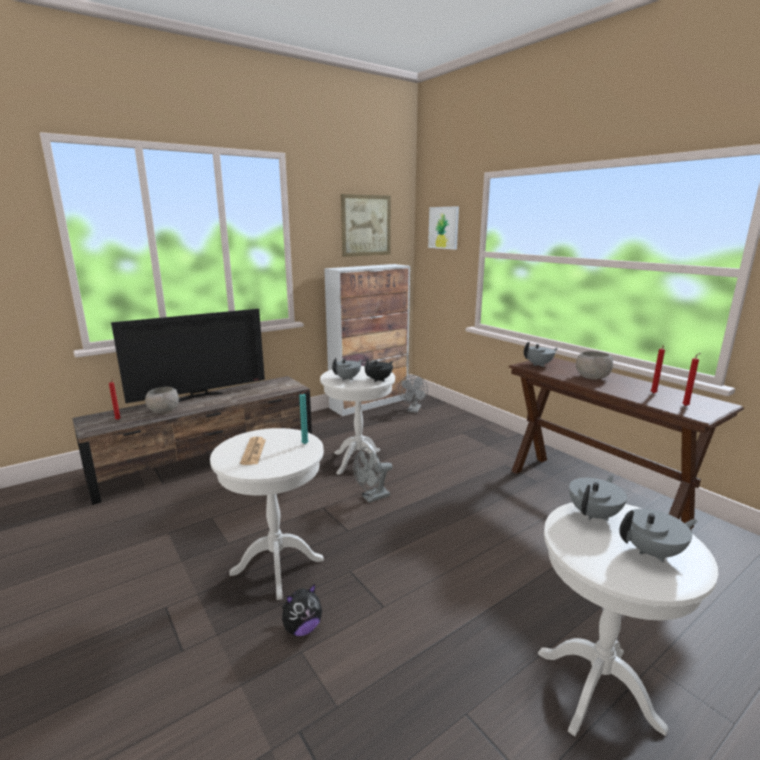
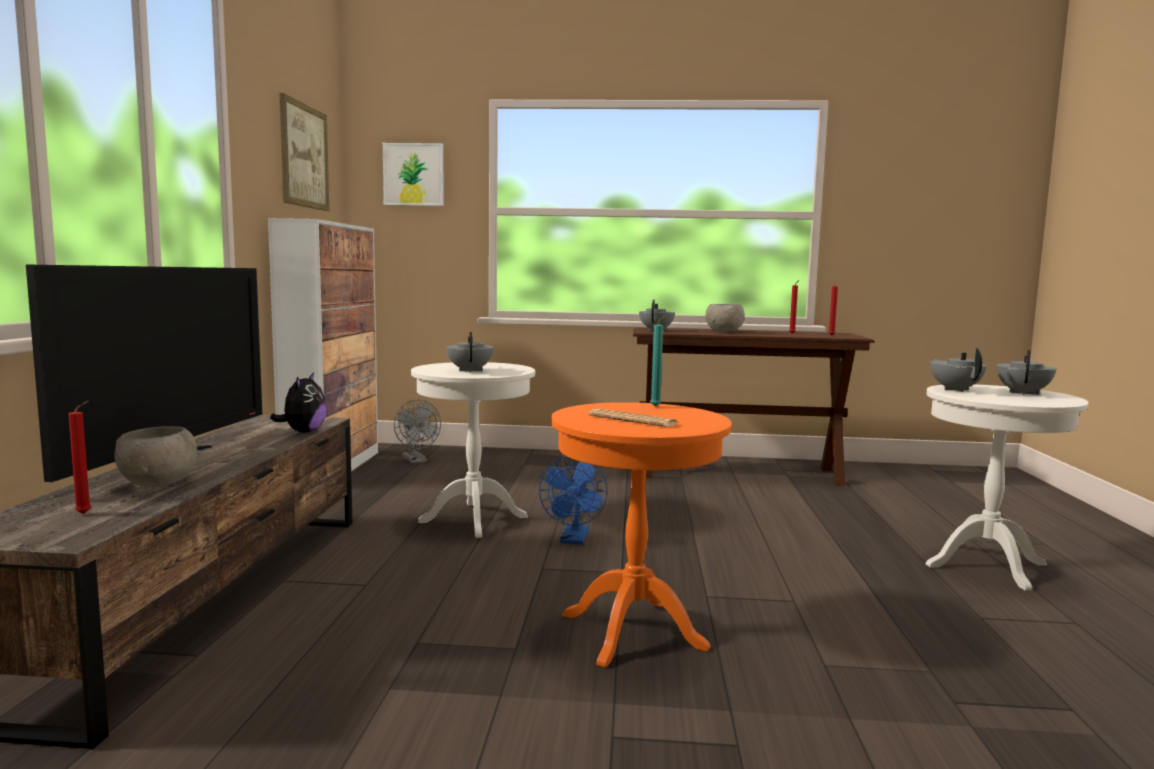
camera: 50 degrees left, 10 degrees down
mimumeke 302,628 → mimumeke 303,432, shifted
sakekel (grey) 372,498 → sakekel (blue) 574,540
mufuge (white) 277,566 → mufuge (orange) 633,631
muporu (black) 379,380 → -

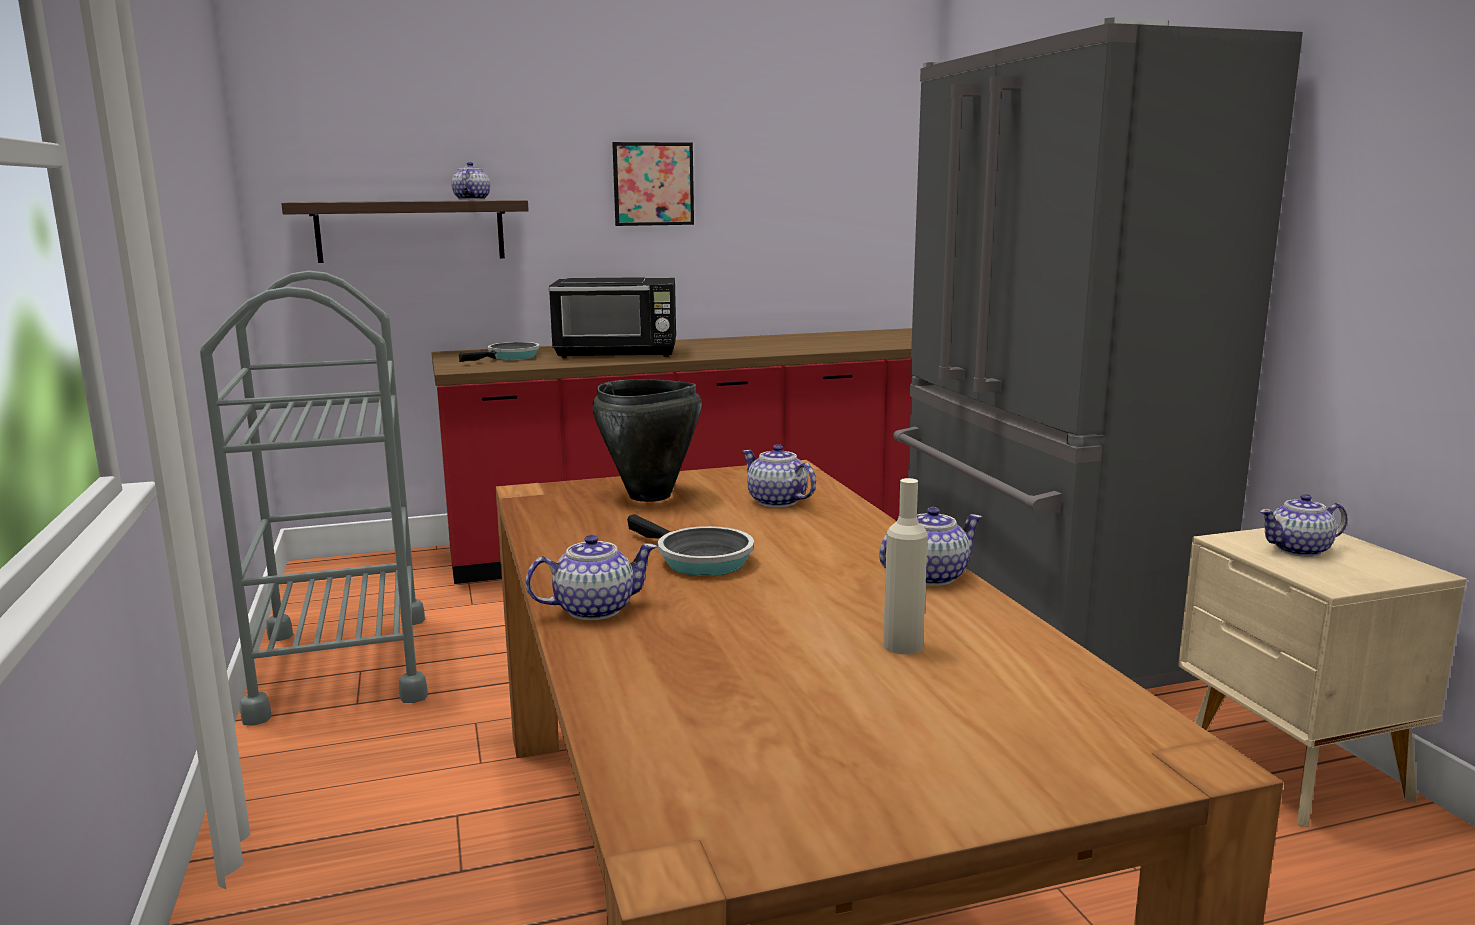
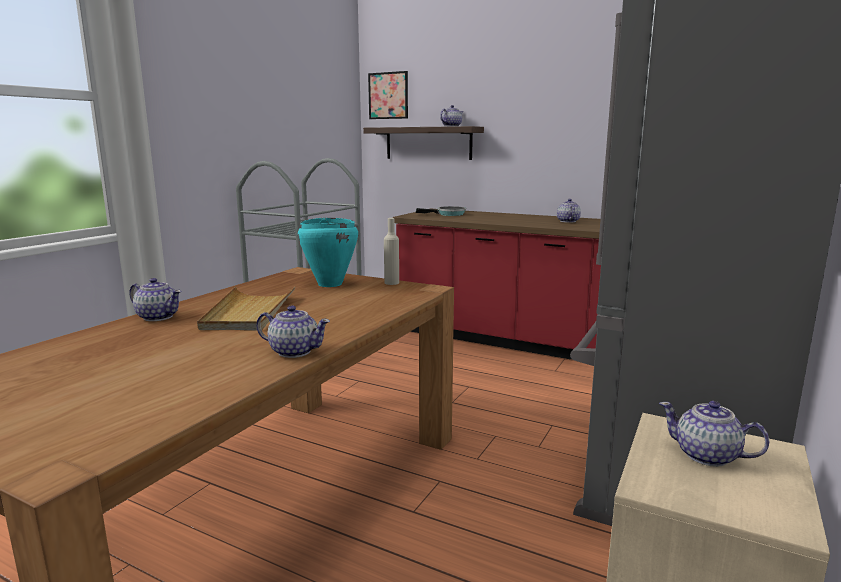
camera: 45 degrees right, 0 degrees up
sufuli 698,560 → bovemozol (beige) 249,312
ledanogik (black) 650,496 → ledanogik (turquoise) 329,284
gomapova 653,184 → gomapova 388,95, shifted
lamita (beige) 903,646 → lamita (beige) 391,283, shifted
muporu 777,502 → muporu 567,221, shifted
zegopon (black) 618,353 → -

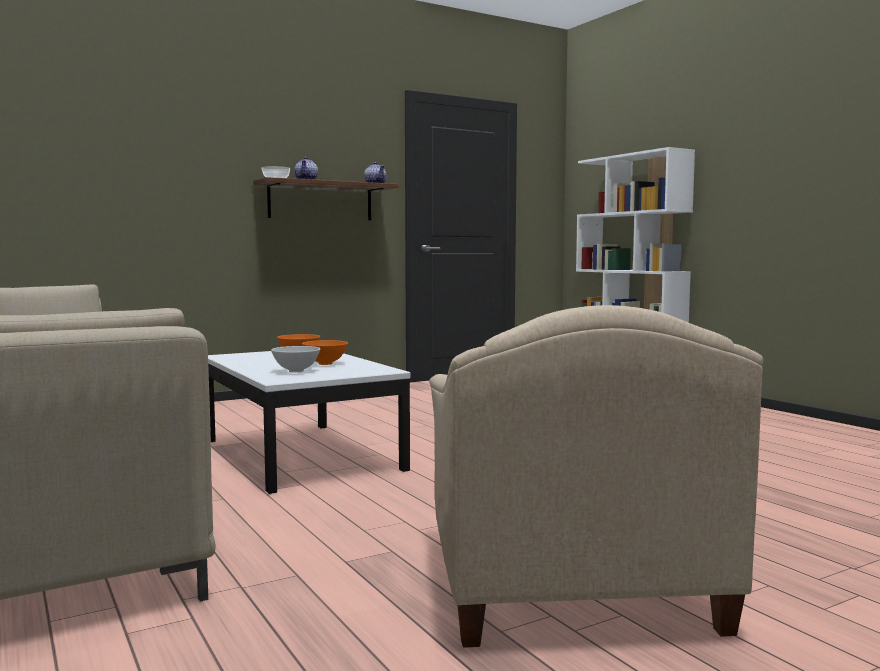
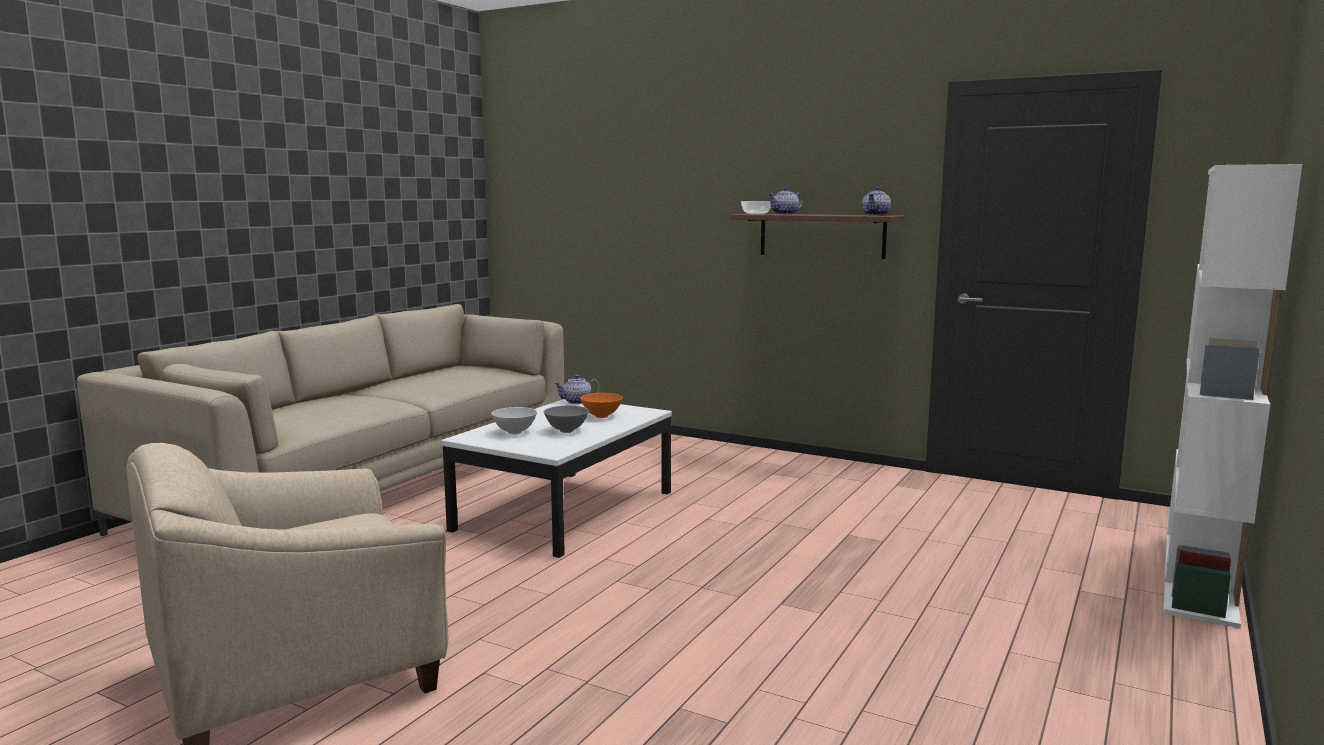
camera: 60 degrees right, 5 degrees up
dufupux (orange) 325,364 → dufupux (grey) 566,431
- → muporu 577,402

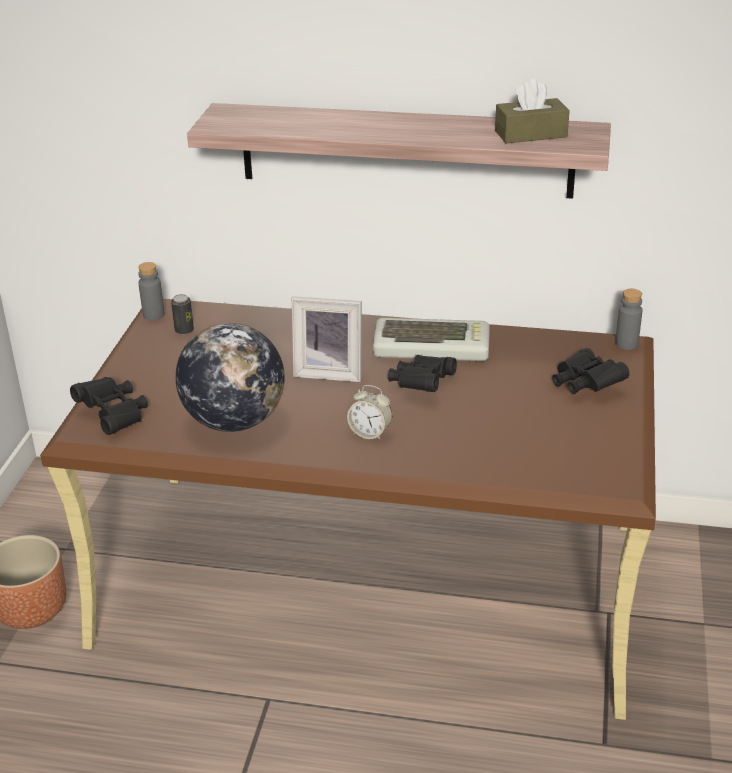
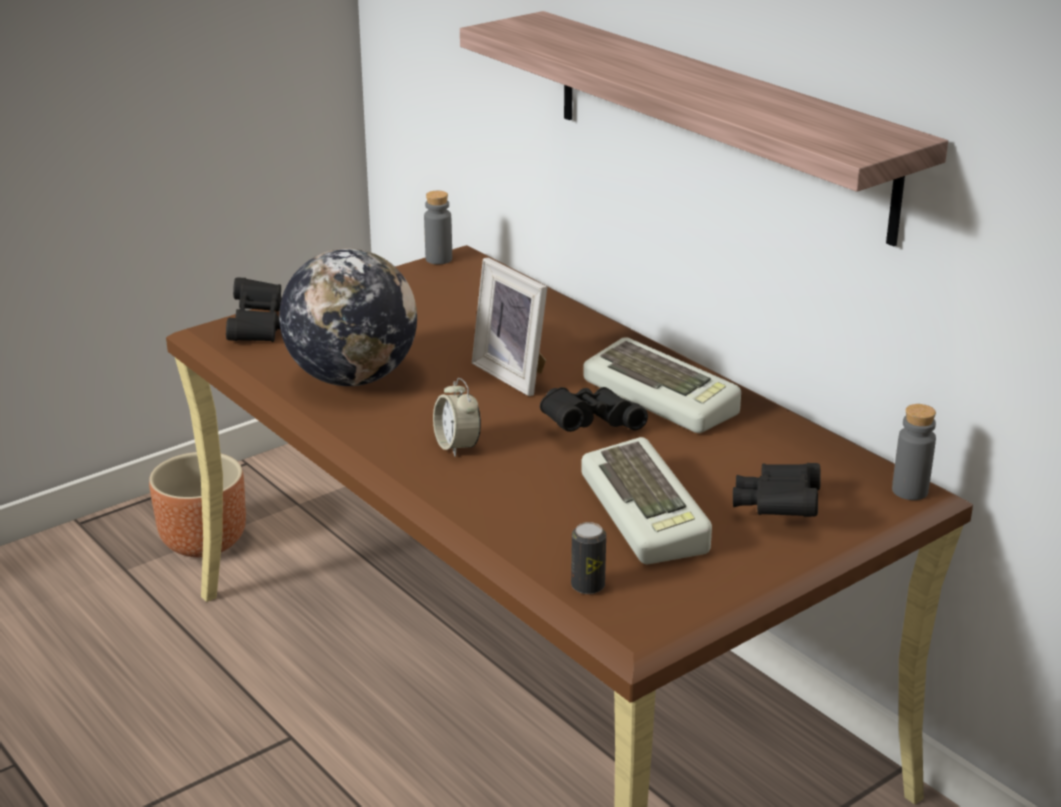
camera: 40 degrees right, 5 degrees down
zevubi 184,330 → zevubi 588,586, shifted
- → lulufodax 648,513
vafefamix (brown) 531,134 → -

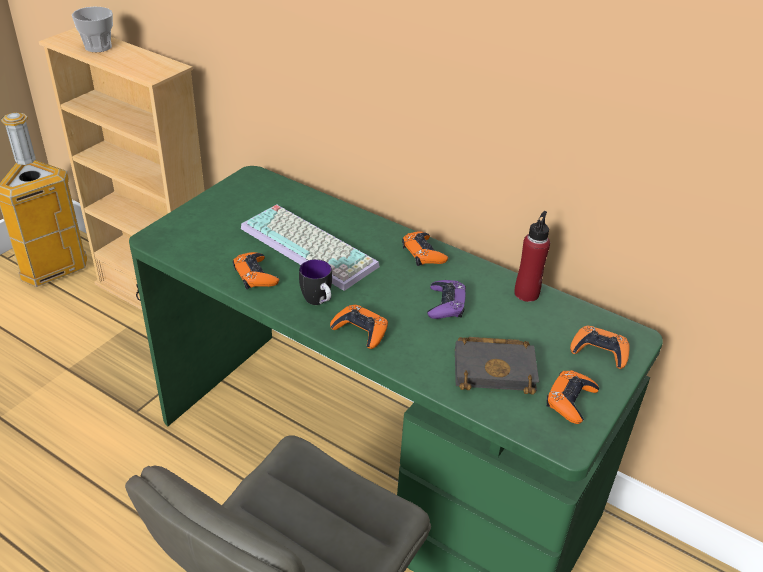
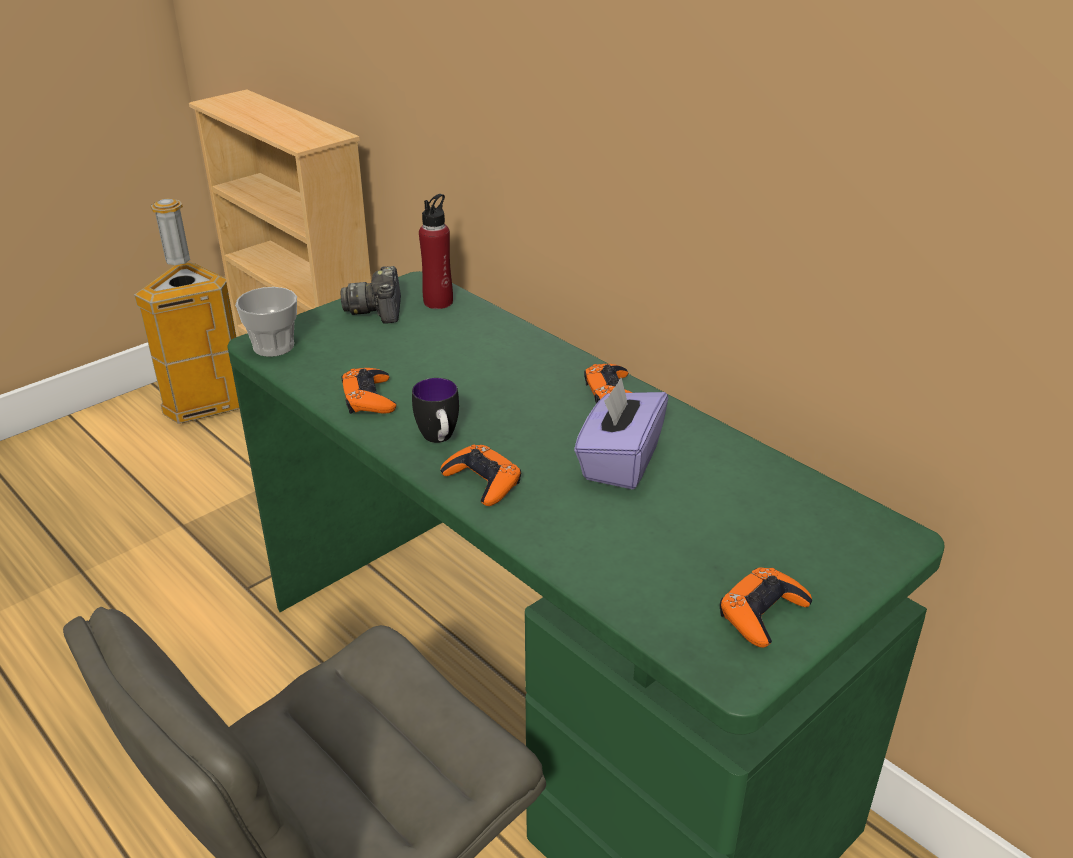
camera: 15 degrees right, 5 degrees down
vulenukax 98,47 → vulenukax 273,346, shifted
- → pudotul 378,310
lamita (red) 526,293 → lamita (red) 438,302, shifted
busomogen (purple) 446,304 → vafefamix (purple) 619,461
lulufodax 311,247 → -
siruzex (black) 496,369 → -
busomogen (orange) 599,351 → -

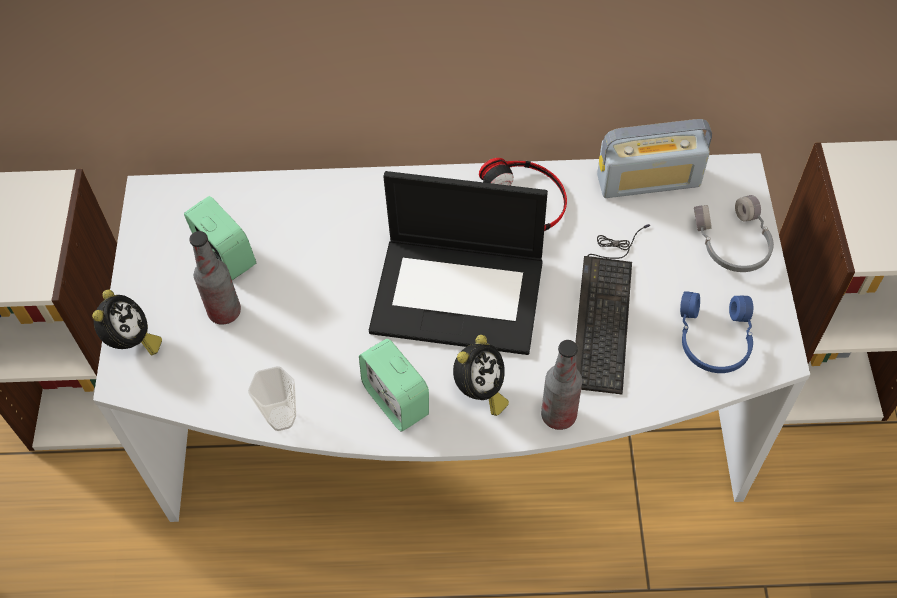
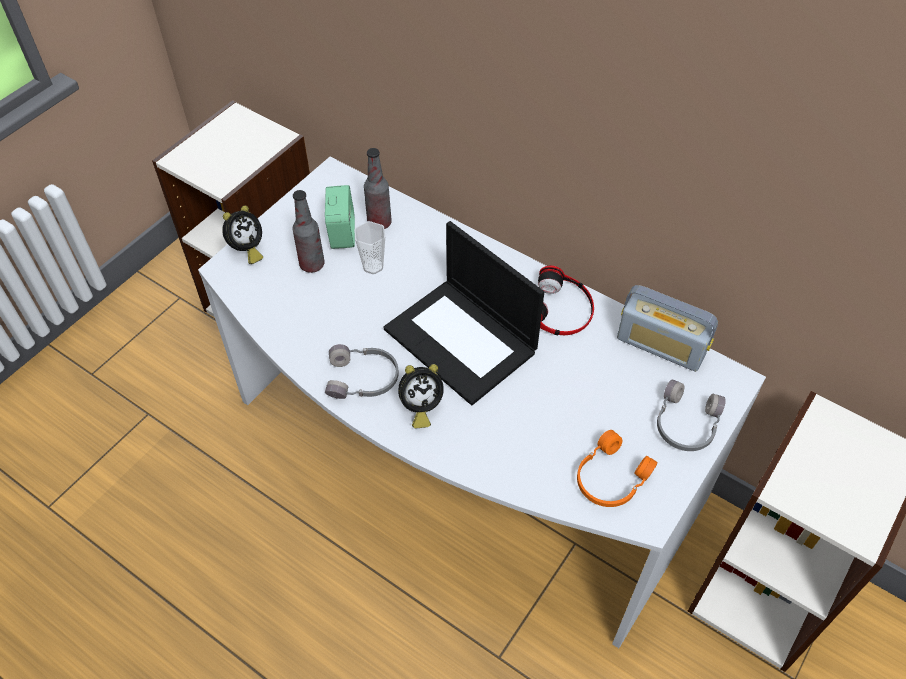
camera: 35 degrees right, 5 degrees down
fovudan 396,400 → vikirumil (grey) 363,379
vulenukax 281,418 → vulenukax 373,266, shifted
lamita 558,415 → lamita 379,223, shifted
vikirumil (blue) 713,339 → vikirumil (orange) 610,477
lulufodax 606,307 → -

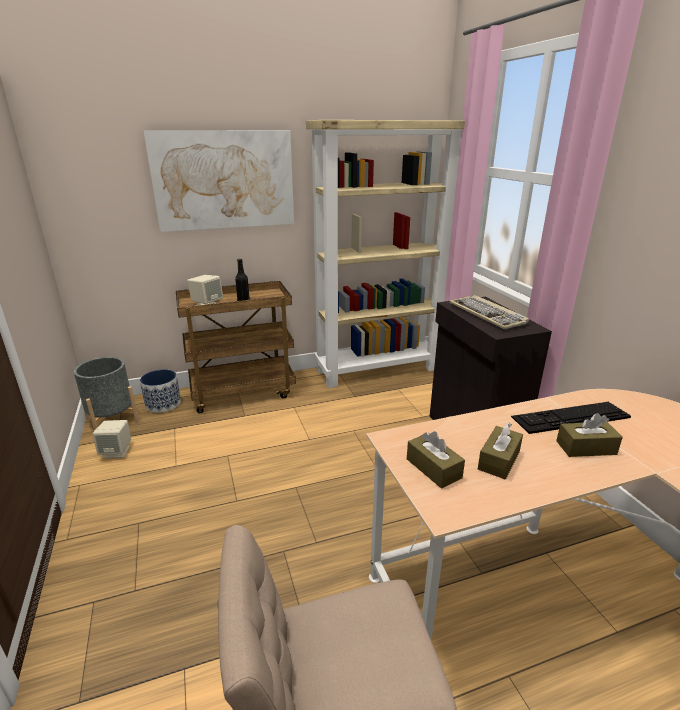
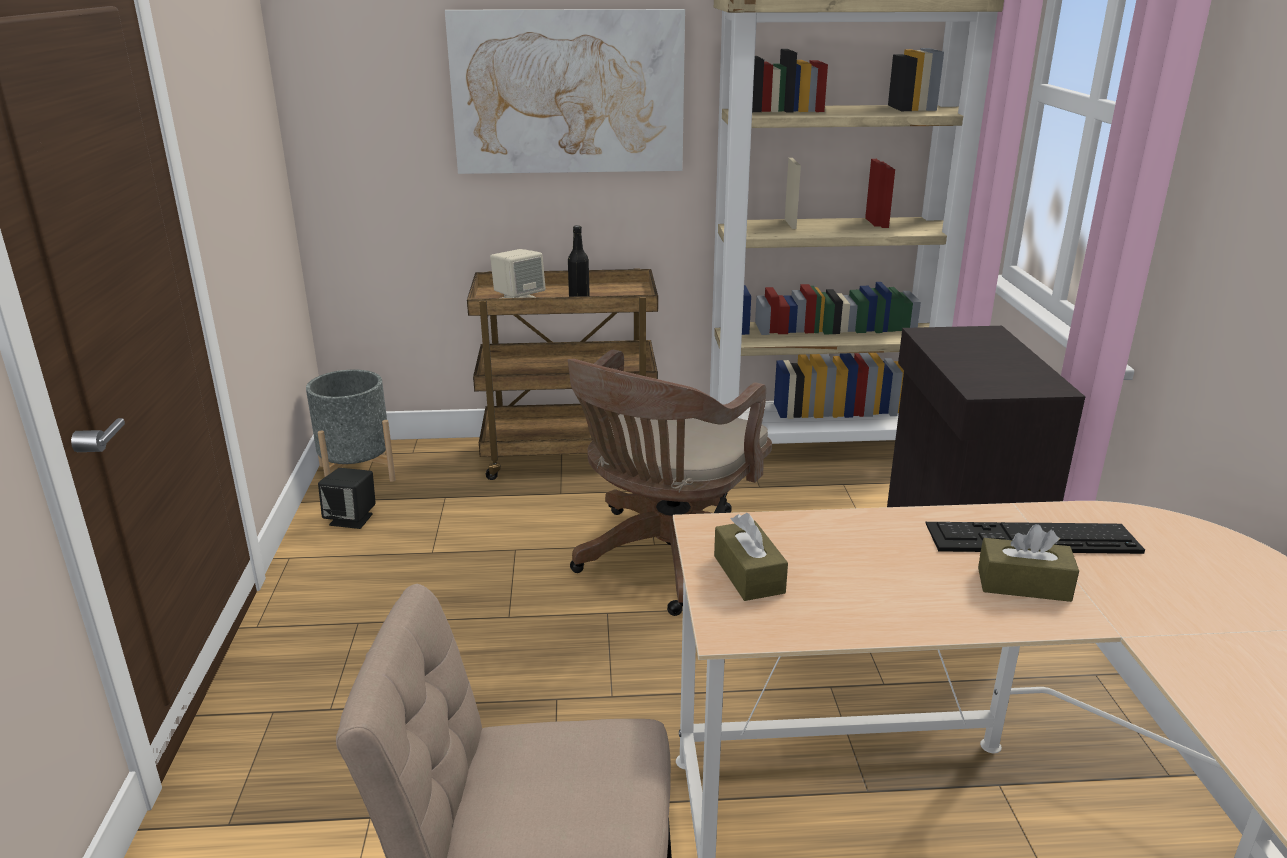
camera: 15 degrees right, 0 degrees up
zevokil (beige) 117,451 → zevokil (black) 352,519
- → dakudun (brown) 666,560
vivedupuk 163,404 → -
lulufodax 488,314 → -
vafefamix (brown) 499,460 → -

